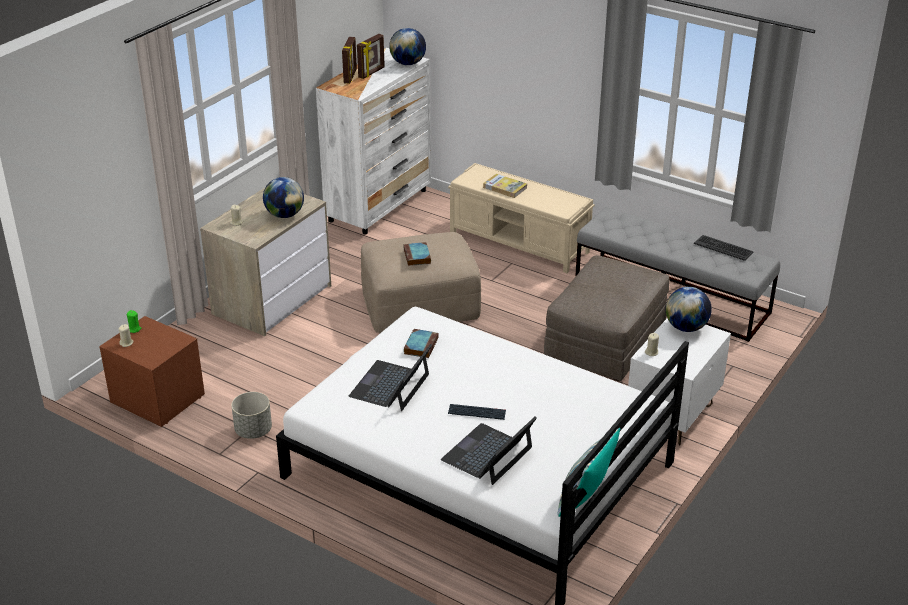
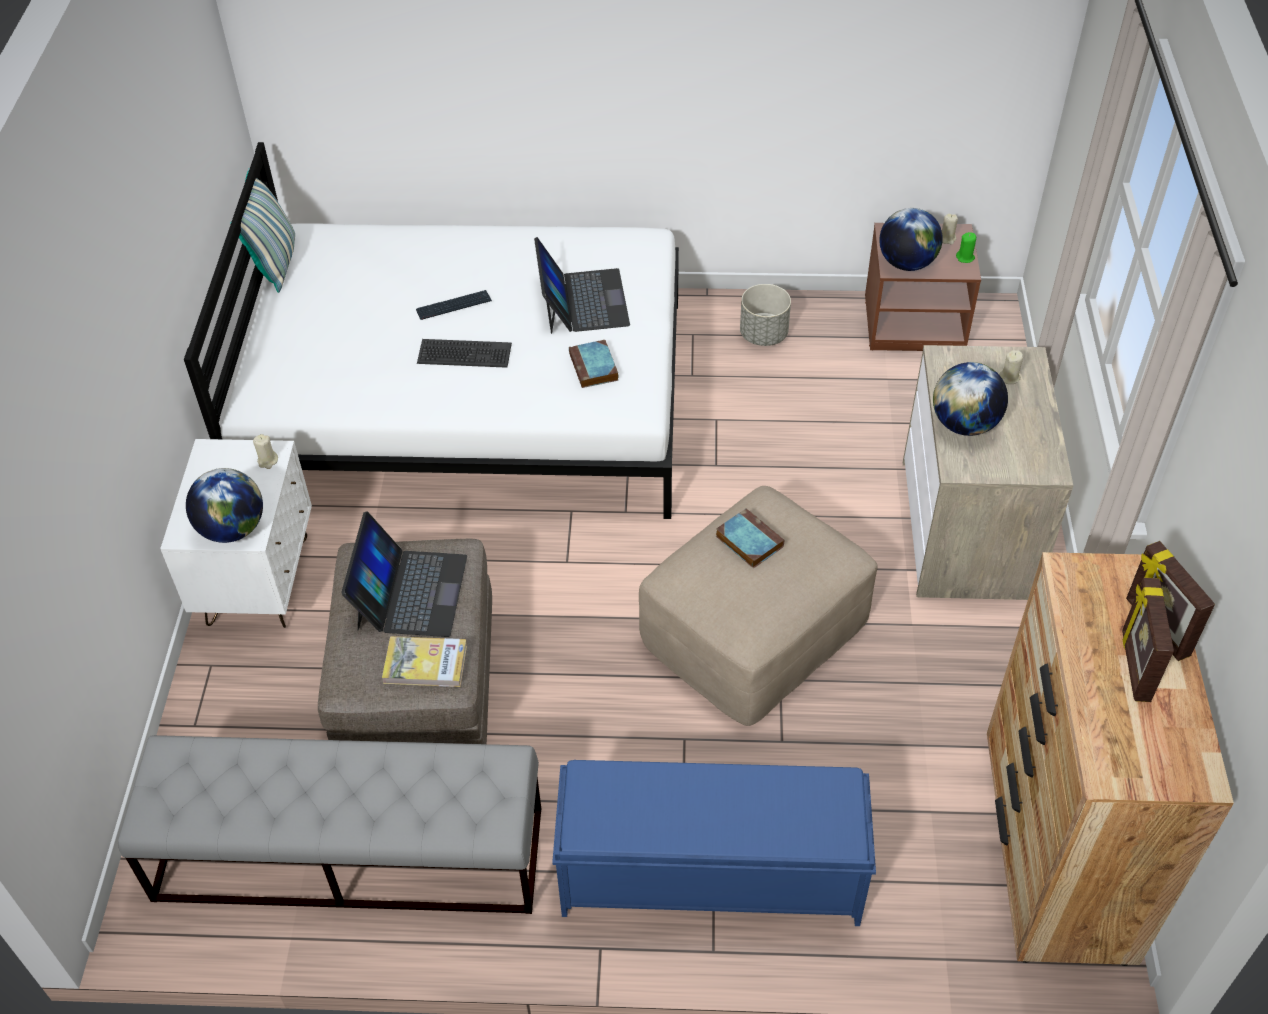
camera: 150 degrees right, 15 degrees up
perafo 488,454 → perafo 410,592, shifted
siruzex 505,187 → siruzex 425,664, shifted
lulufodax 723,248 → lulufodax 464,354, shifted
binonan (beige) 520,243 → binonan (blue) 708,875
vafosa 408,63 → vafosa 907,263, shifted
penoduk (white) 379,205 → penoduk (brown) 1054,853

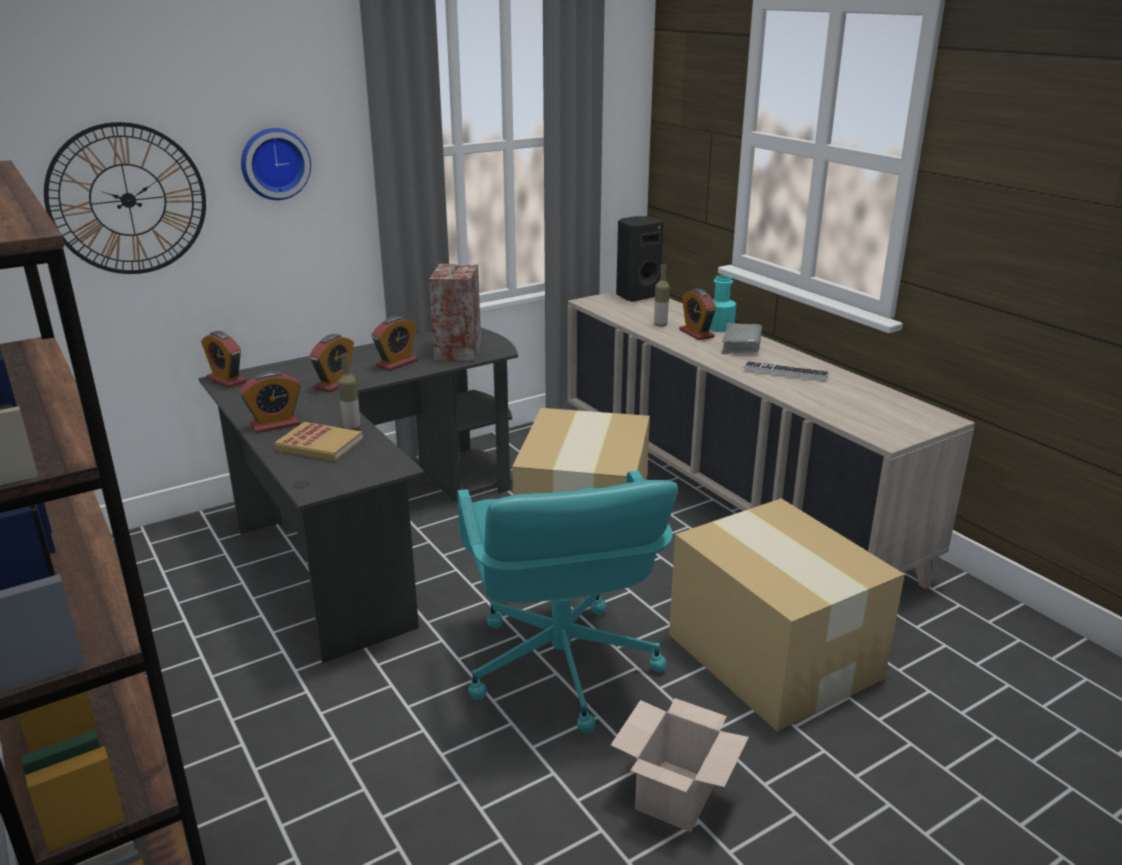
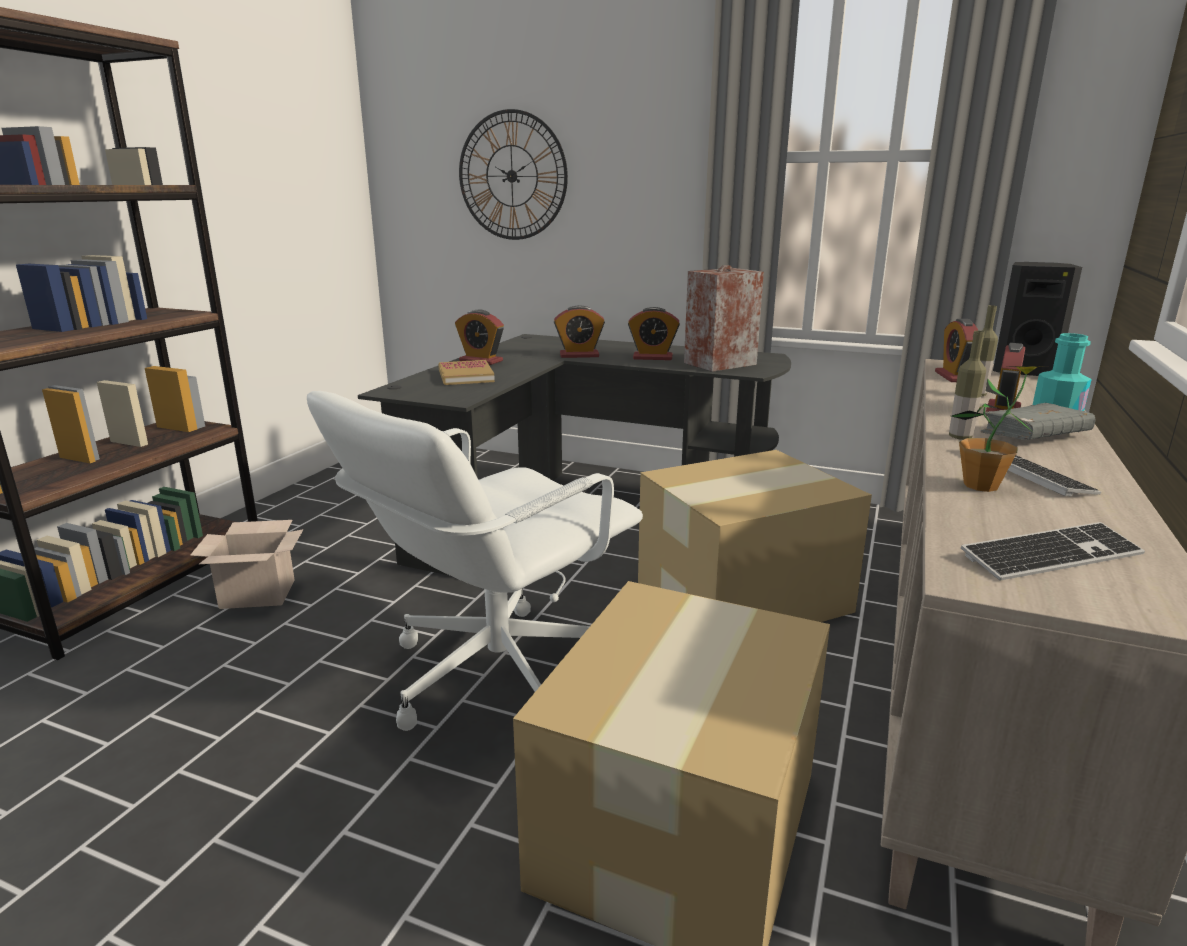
camera: 55 degrees right, 5 degrees down
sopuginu 675,793 → sopuginu 260,594, shifted
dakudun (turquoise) 560,667 → dakudun (white) 495,673
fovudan 226,380 → fovudan 954,377, shifted
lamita 352,428 → lamita 960,437, shifted
- → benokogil 981,486
- → lulufodax 1051,555
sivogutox 274,163 → -

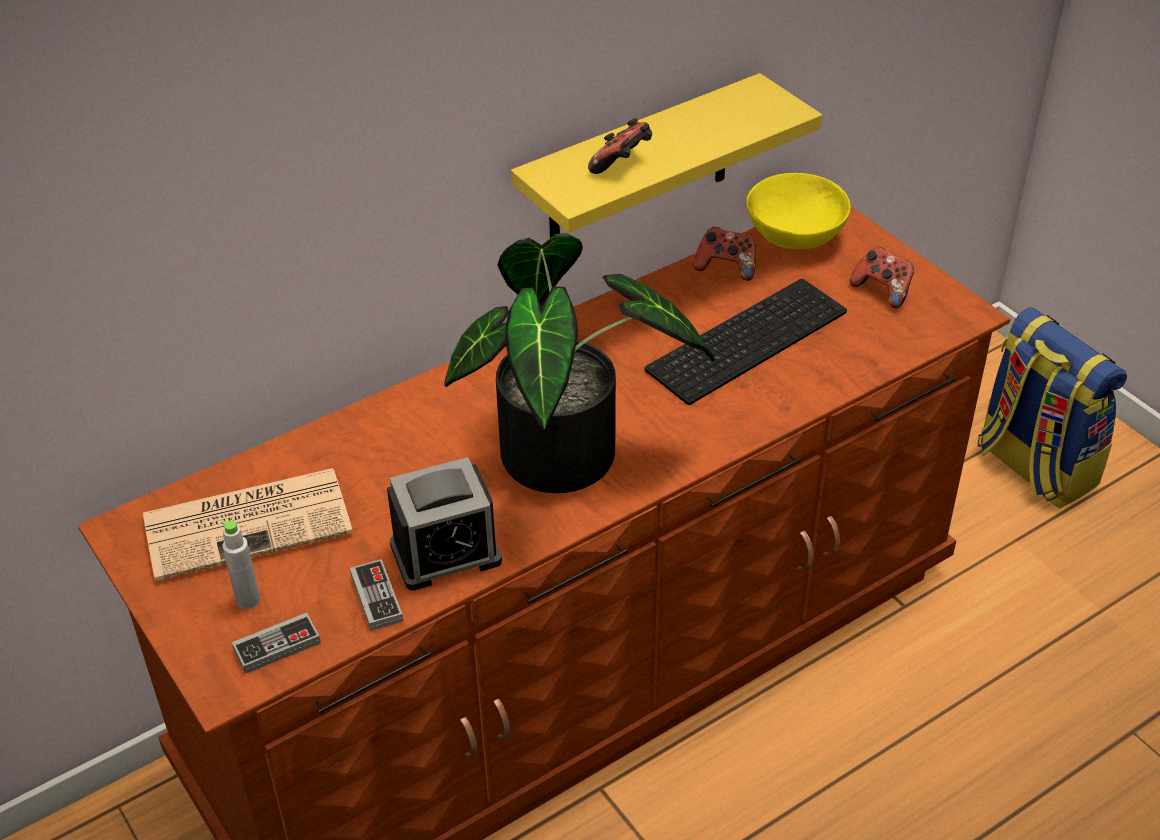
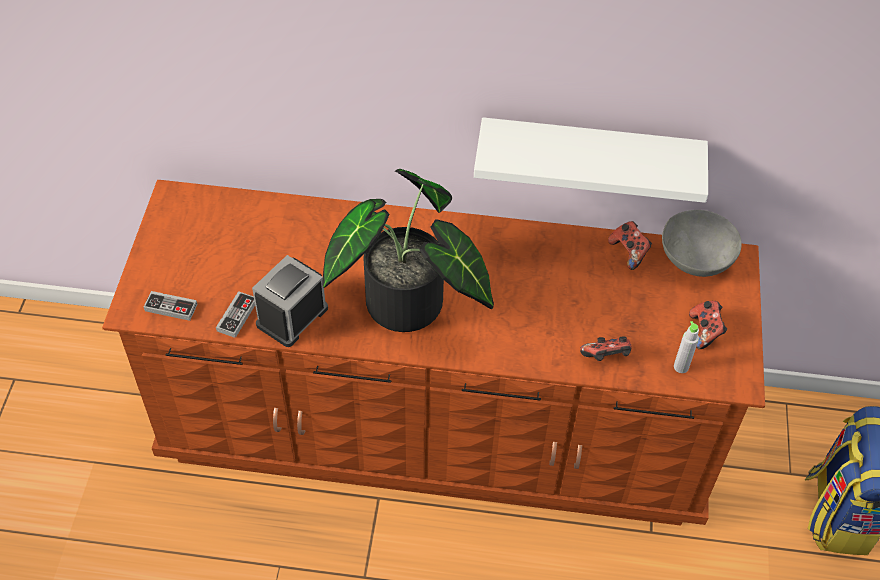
camera: 40 degrees right, 10 degrees up
fovudan 445,553 → fovudan 292,316, 105 degrees clockwise
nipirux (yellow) 639,166 → nipirux (white) 589,157
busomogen 622,165 → busomogen 606,357, shifted
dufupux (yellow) 795,237 → dufupux (grey) 695,259
lamita (grey) 248,600 → lamita (grey) 681,367, shifted
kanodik 250,522 → -
lulufodax 746,338 → -

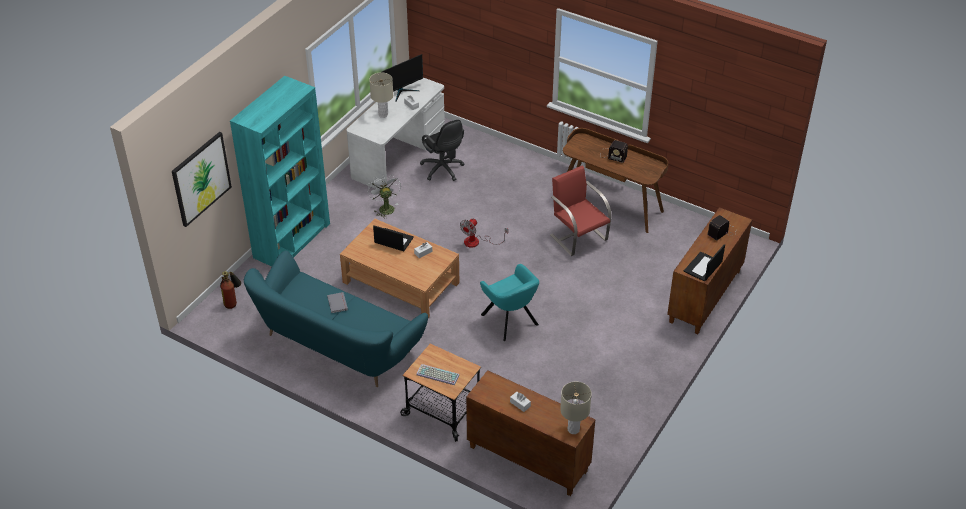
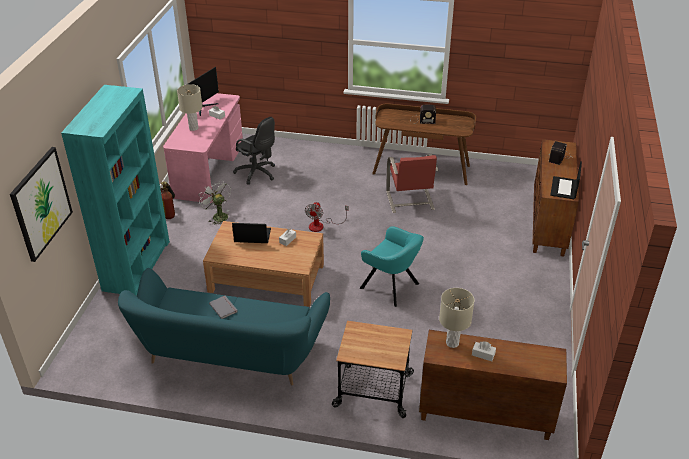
camera: 20 degrees left, 5 degrees down
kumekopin 233,301 → kumekopin 170,213, shifted
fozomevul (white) 398,154 → fozomevul (pink) 208,169
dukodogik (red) 578,237 → dukodogik (red) 410,201, 135 degrees counterclockwise
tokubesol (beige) 573,429 → tokubesol (beige) 452,343, shifted
lulufodax 437,375 → -

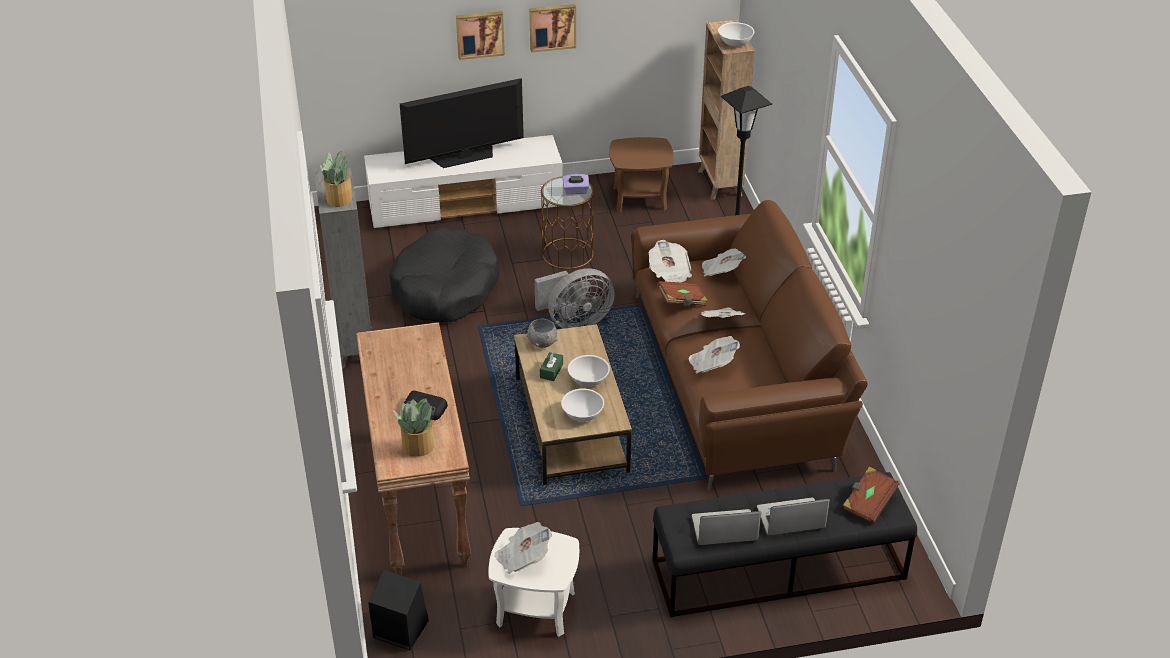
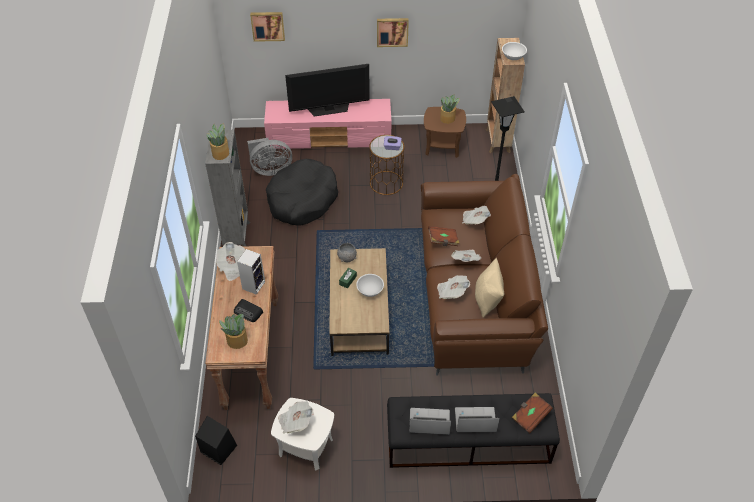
camera: 10 degrees right, 10 degrees up
kanodik 669,274 → kanodik 233,267, shifted
- → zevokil 253,284
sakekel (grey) 575,322 → sakekel (grey) 270,169, shifted
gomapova 480,34 → gomapova 267,25, shifted
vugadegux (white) 466,205 → vugadegux (pink) 330,138
- → benokogil 448,119
- → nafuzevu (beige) 487,300
dufupux (white) 582,414 → -

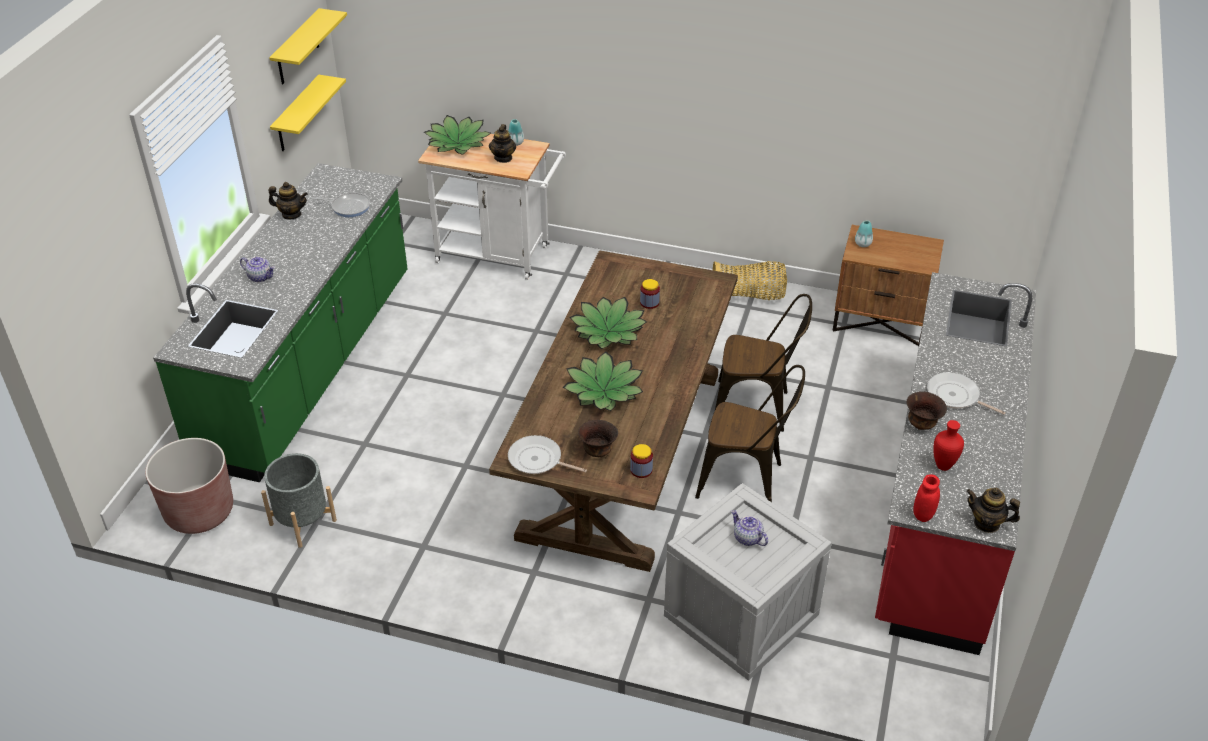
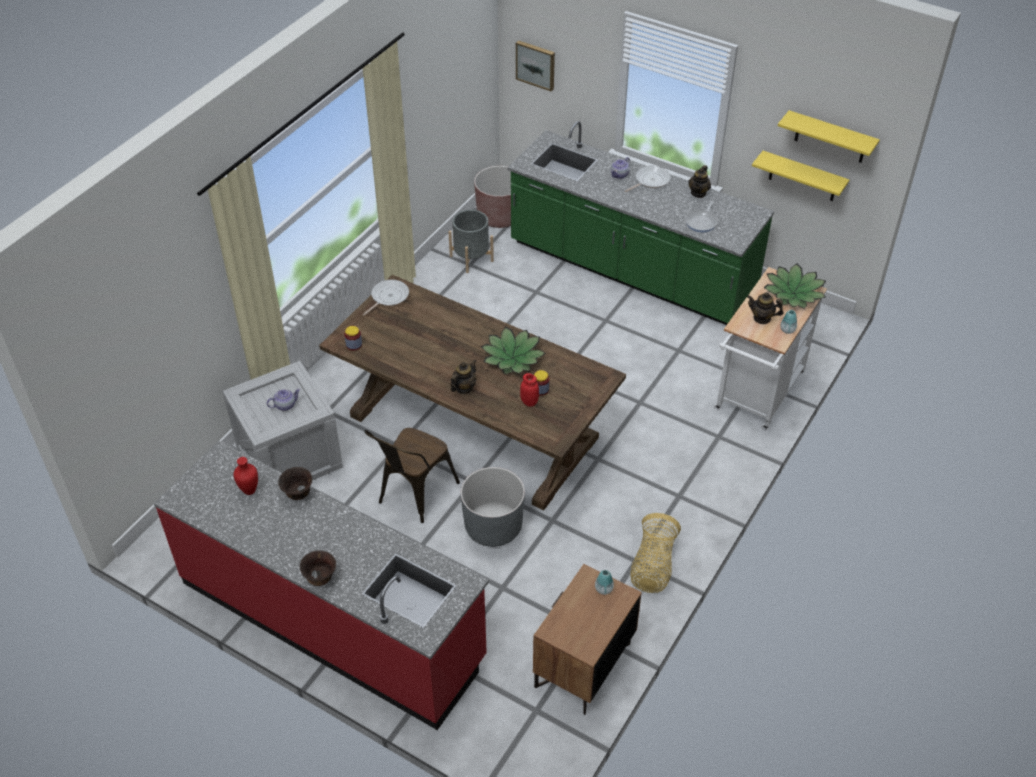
camera: 105 degrees right, 5 degrees up
dufupux (brown) 597,451 → dufupux (brown) 320,579, shifted
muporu 987,523 → muporu 464,388, shifted
dukodogik (brown) 757,408 → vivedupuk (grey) 493,527
- → gomapova 536,64
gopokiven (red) 923,515 → gopokiven (red) 529,402, shifted
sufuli 955,396 → sufuli 650,180, shifted
benokogil 603,390 → -

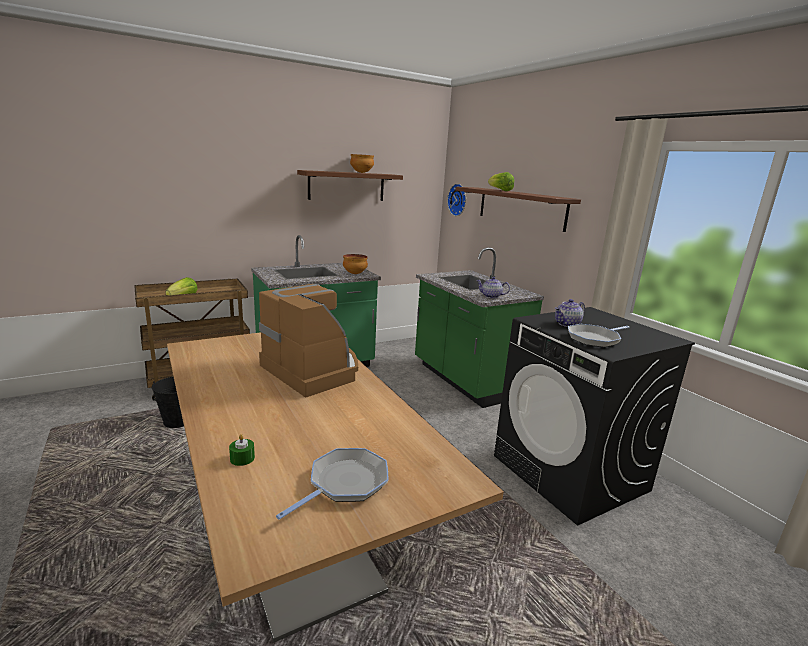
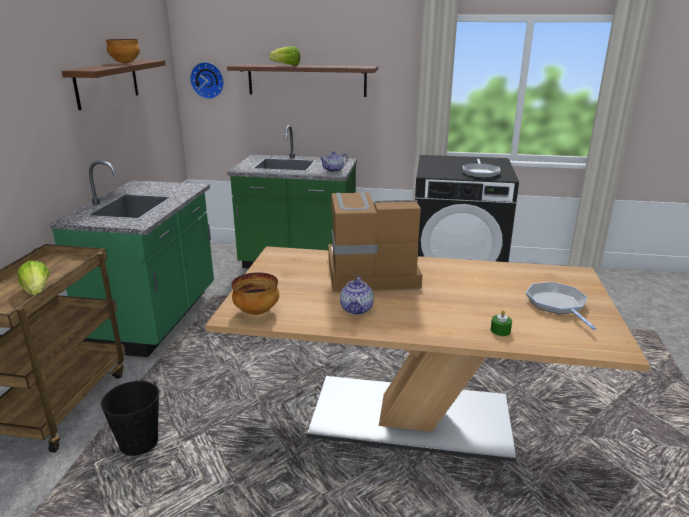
camera: 50 degrees left, 5 degrees up
dufupux 355,274 → dufupux 257,312, shifted
muporu 567,324 → muporu 357,309, shifted

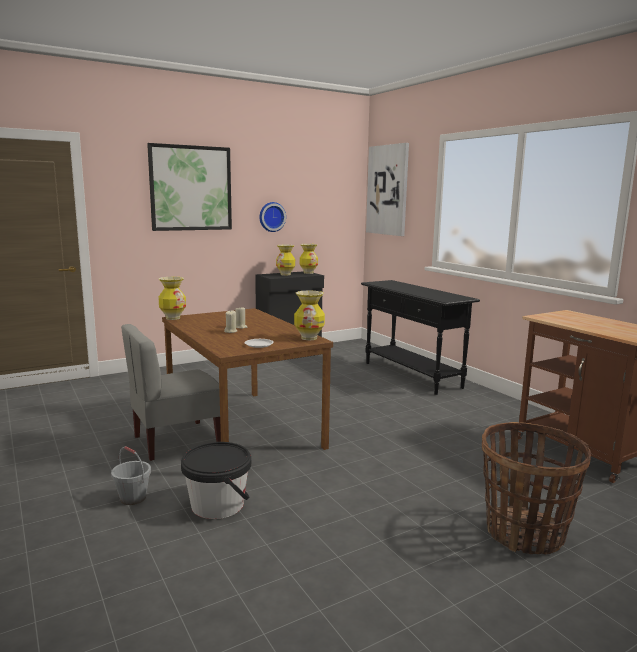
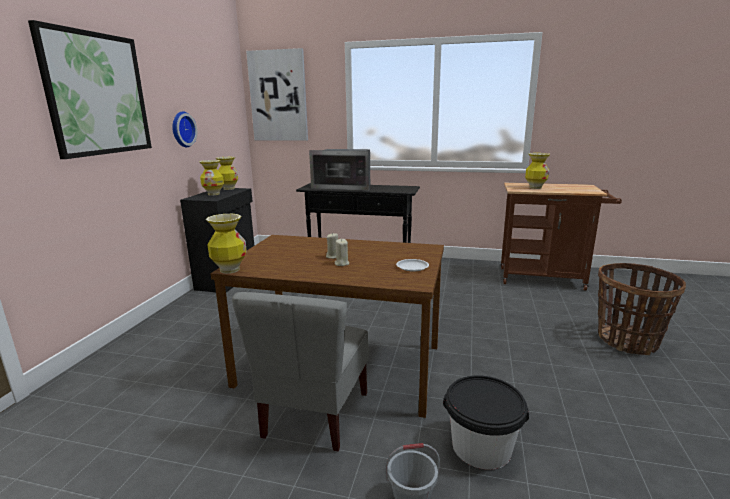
camera: 45 degrees left, 5 degrees up
- → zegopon 344,186
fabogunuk 309,338 → fabogunuk 535,187, shifted

